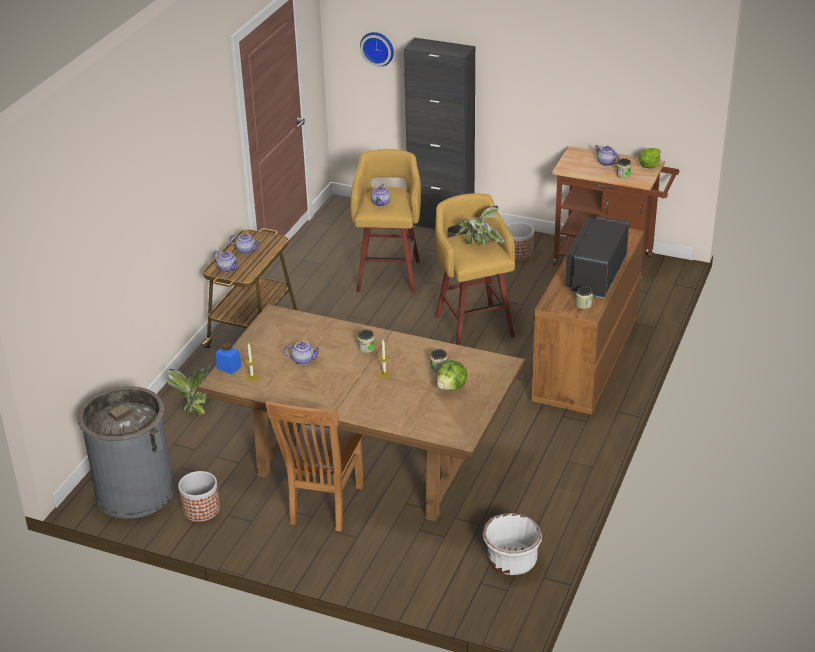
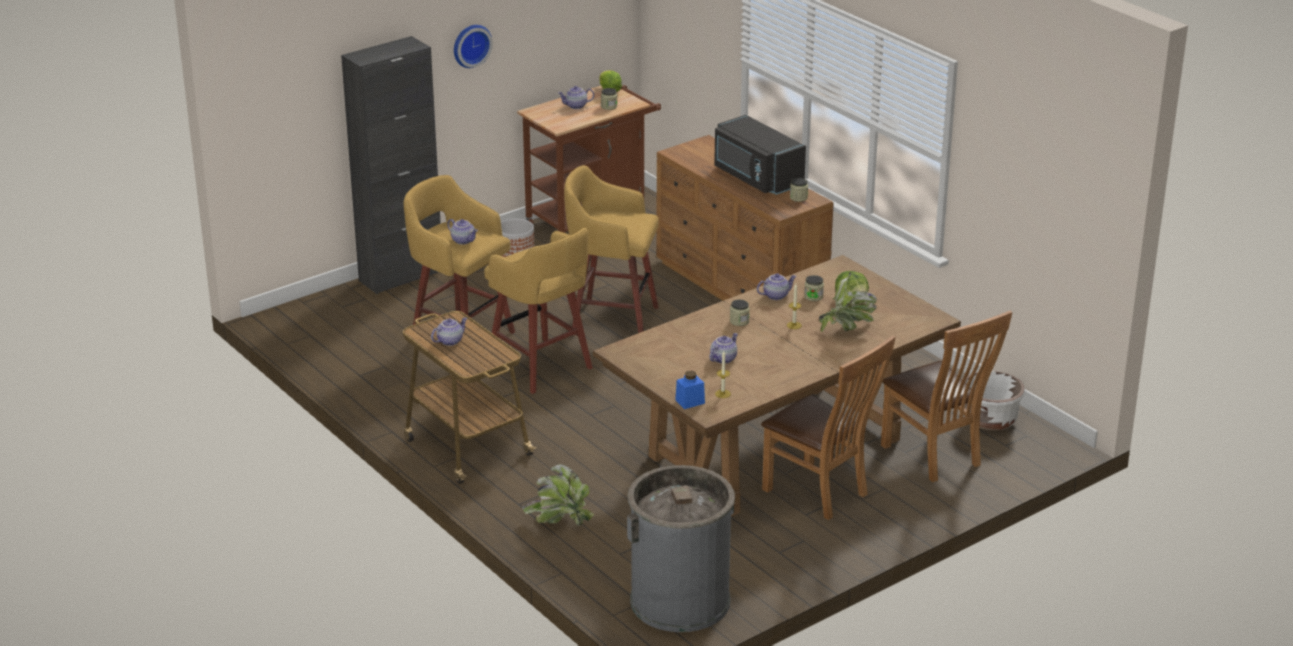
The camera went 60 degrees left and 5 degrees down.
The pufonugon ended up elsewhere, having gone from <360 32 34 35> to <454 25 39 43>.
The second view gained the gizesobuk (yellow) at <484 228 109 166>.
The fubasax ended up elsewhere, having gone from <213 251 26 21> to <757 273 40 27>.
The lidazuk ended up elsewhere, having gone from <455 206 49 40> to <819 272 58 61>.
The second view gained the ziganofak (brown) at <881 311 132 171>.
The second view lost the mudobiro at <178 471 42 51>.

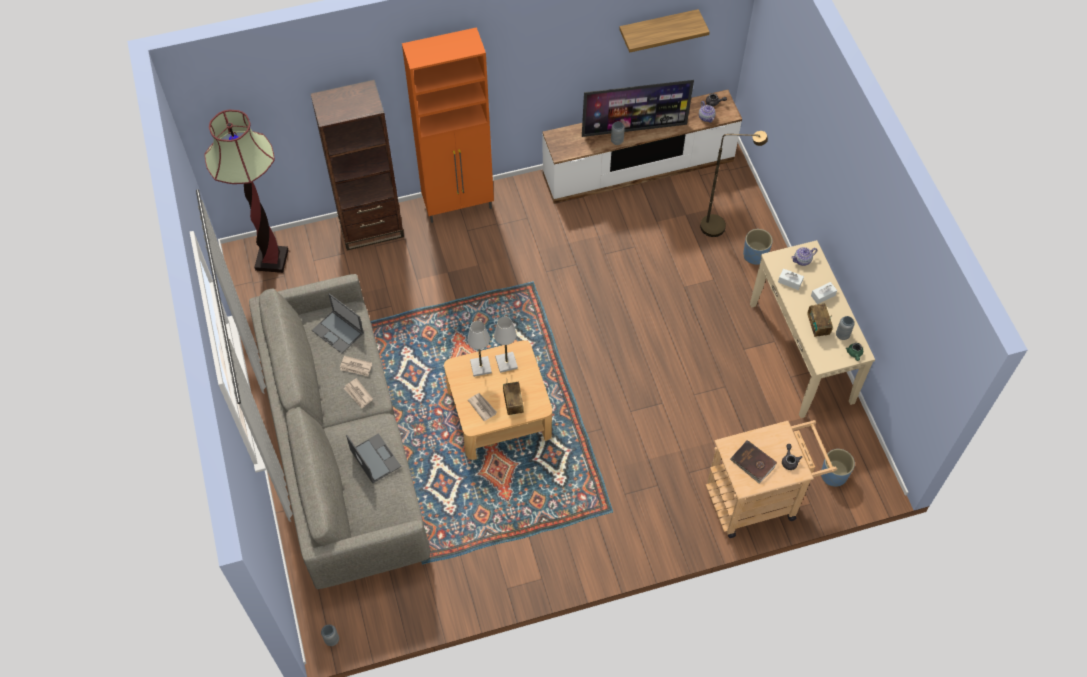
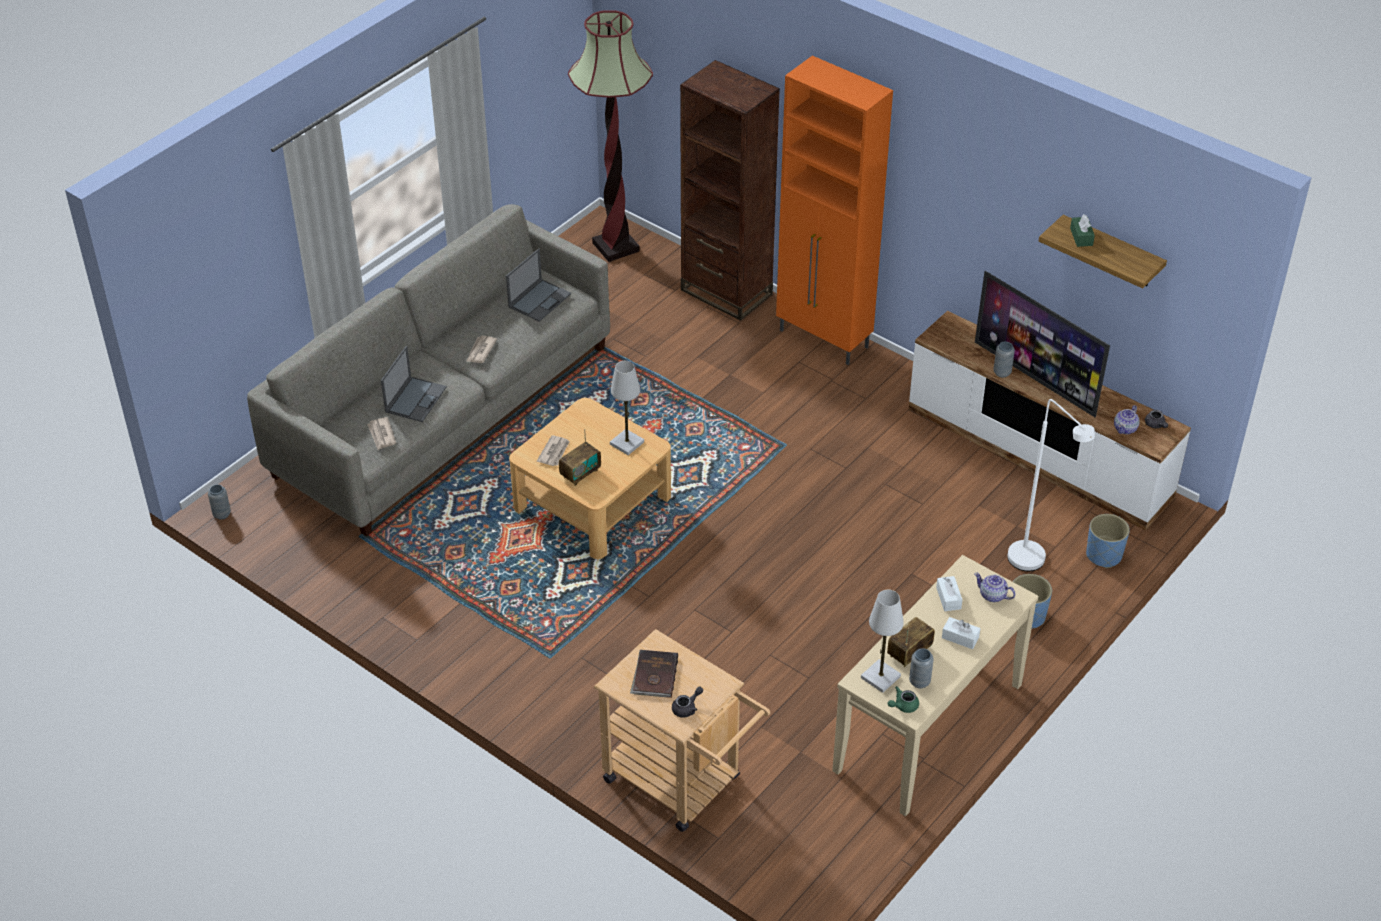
The camera went 55 degrees right and 15 degrees down.
The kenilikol ended up elsewhere, having gone from <340 356 32 20> to <367 417 29 33>.
The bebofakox at <312 293 52 61> ended up facing another way, 150 degrees counterclockwise from before.
The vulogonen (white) ended up elsewhere, having gone from <467 321 25 56> to <861 590 43 103>.
What was the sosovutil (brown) at <700 131 68 106> turned into the sosovutil (white) at <1007 399 88 172>.
The second view gained the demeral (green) at <1070 215 25 32>.
The mudobiro (blue) ended up elsewhere, having gone from <821 449 34 38> to <1086 514 44 54>.

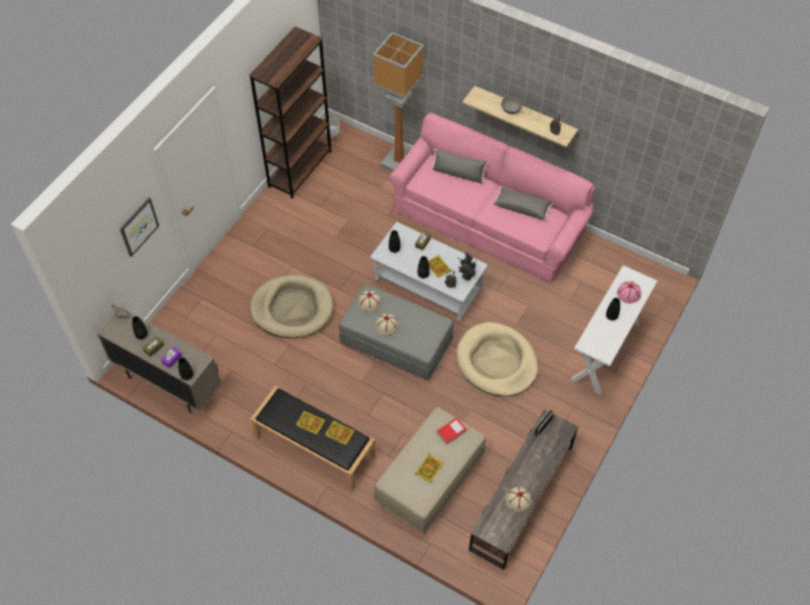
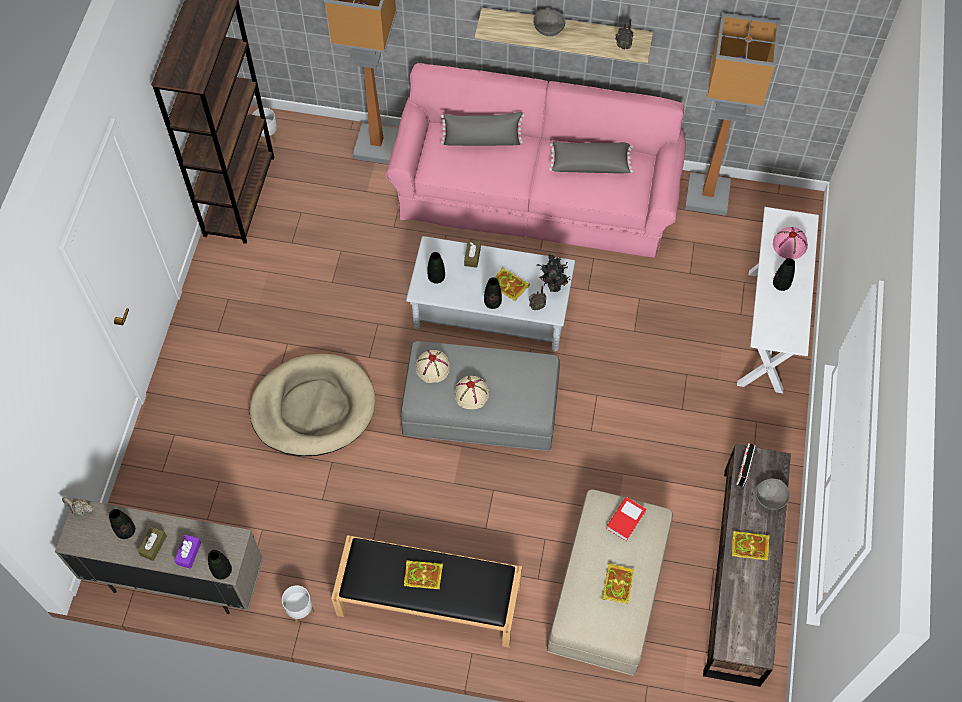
The camera went 20 degrees left and 5 degrees up.
The second view gained the mudobiro (white) at <282 585 32 39>.
The second view gained the sosovutil at <685 13 95 203>.
The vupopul ended up elsewhere, having gone from <325 420 30 25> to <732 530 38 31>.
The second view gained the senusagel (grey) at <755 478 35 32>.
The second view lost the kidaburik at <120 198 39 59>.
The second view lost the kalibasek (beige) at <456 322 82 75>.
The second view lost the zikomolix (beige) at <505 487 26 25>.

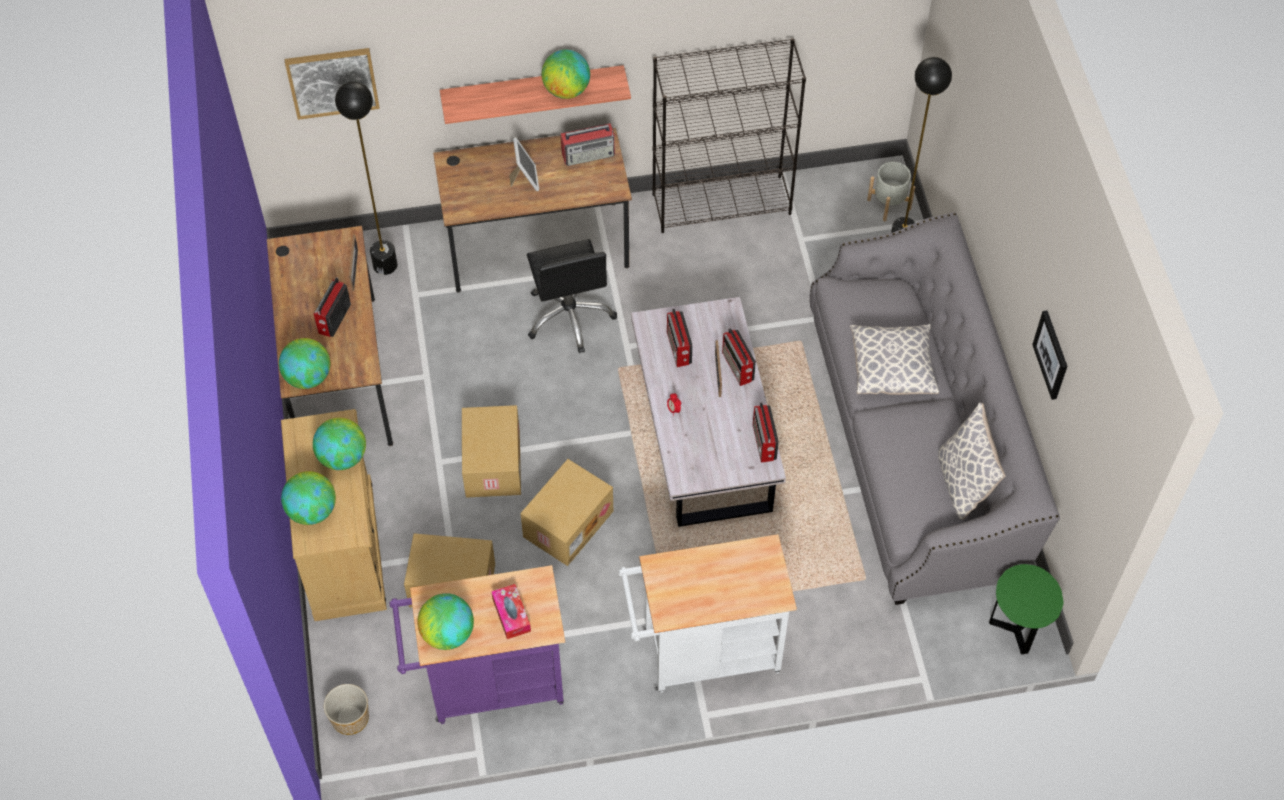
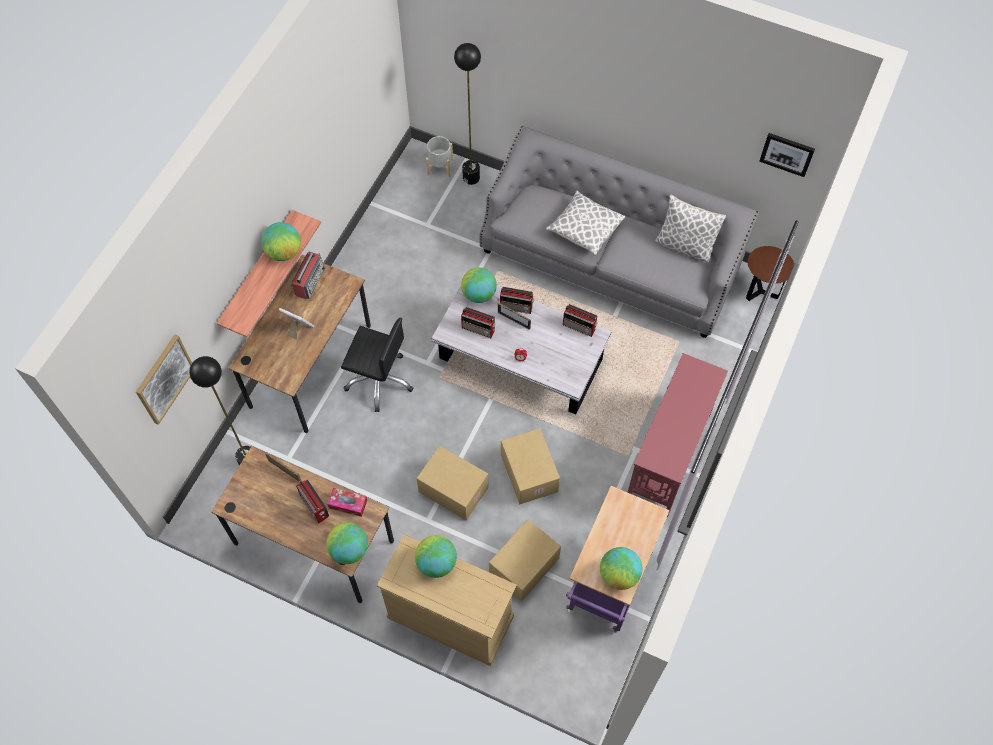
The camera went 55 degrees left and 5 degrees up.
The demeral ended up elsewhere, having gone from <491 584 40 55> to <327 488 40 29>.
The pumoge ended up elsewhere, having gone from <281 471 55 54> to <461 267 36 36>.
Where the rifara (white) stood at <619 534 178 159>, the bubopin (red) came to stand at <628 353 100 164>.
What was the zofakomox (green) at <989 564 75 90> turned into the zofakomox (brown) at <746 246 48 55>.
The kidaburik ended up elsewhere, having gone from <1032 311 35 89> to <759 133 56 44>.
The second view lost the mudobiro at <324 684 45 51>.
The second view lost the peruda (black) at <652 38 154 195>.

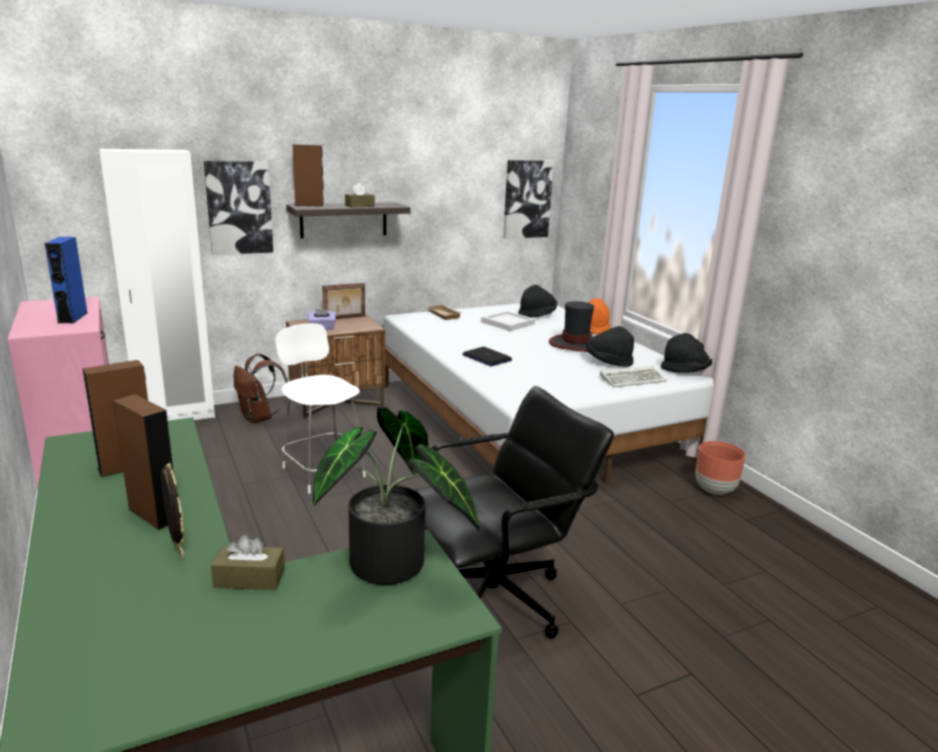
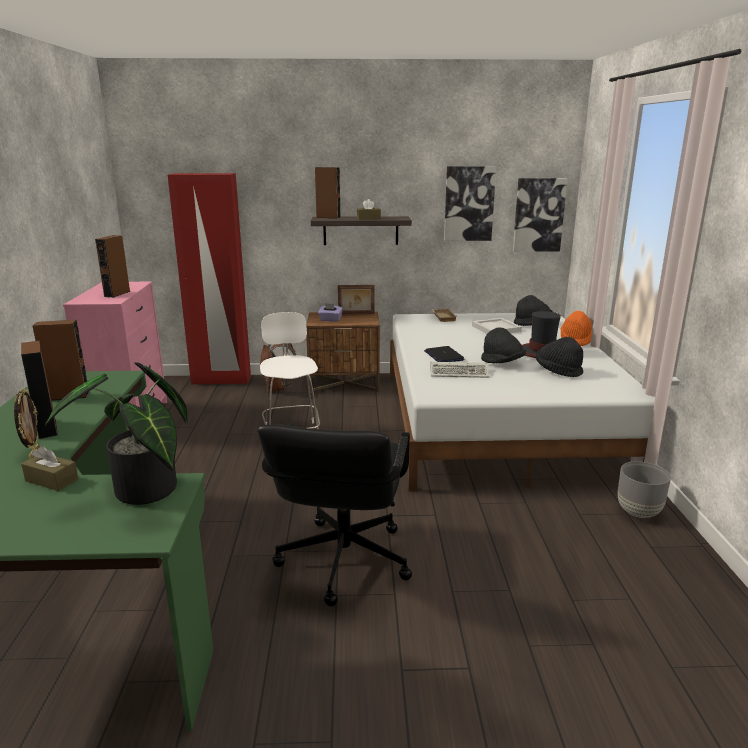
The camera went 25 degrees right and 0 degrees up.
What was the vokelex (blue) at <44 237 43 86> turned into the vokelex (brown) at <95 235 36 63>.
What was the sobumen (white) at <99 149 116 272> turned into the sobumen (red) at <168 173 83 212>.
The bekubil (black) at <415 386 199 252> ended up facing another way, 105 degrees clockwise from before.
The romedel ended up elsewhere, having gone from <600 366 67 21> to <430 362 60 16>.
The kidaburik ended up elsewhere, having gone from <204 161 69 94> to <444 166 52 75>.
The zikomolix (black) ended up elsewhere, having gone from <661 333 51 40> to <481 328 45 36>.
What was the mudobiro (brown) at <695 441 51 54> turned into the mudobiro (grey) at <617 461 54 57>.

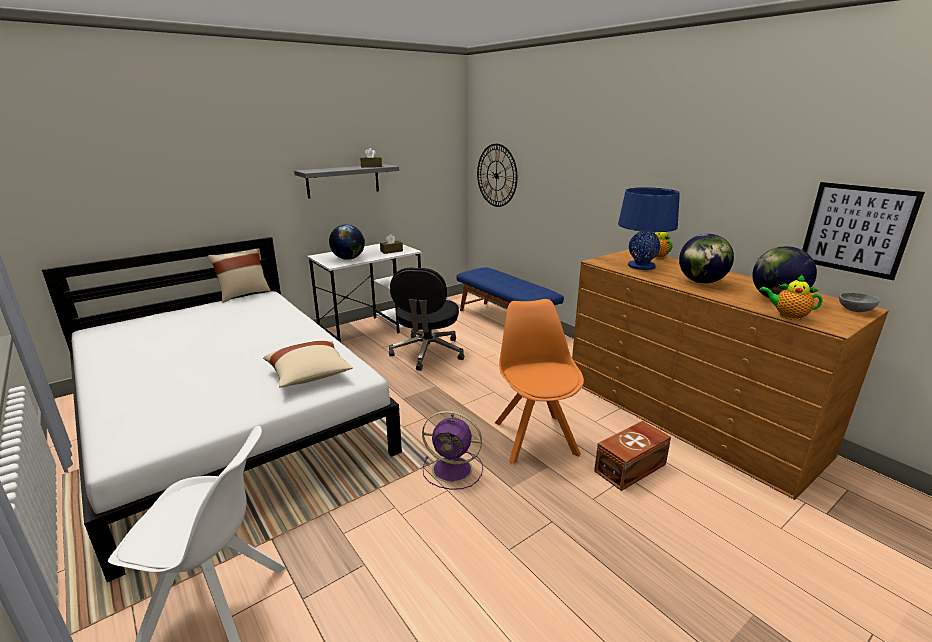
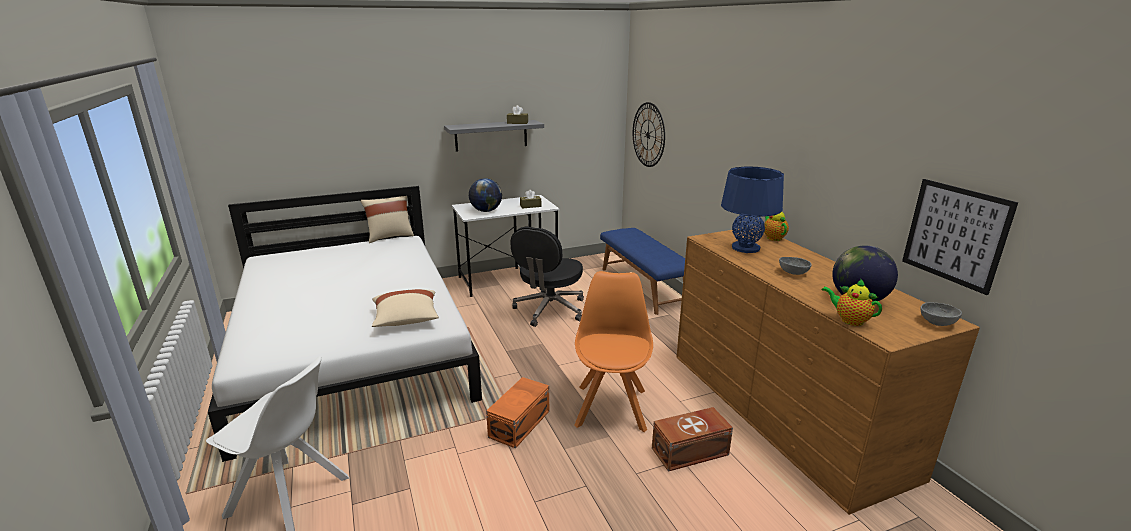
The camera went 15 degrees right and 0 degrees up.
Where the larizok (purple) stood at <422 411 61 79>, the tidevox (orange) came to stand at <486 377 63 72>.
Where the pumoge stood at <679 234 55 50>, the senusagel (grey) came to stand at <779 257 33 18>.

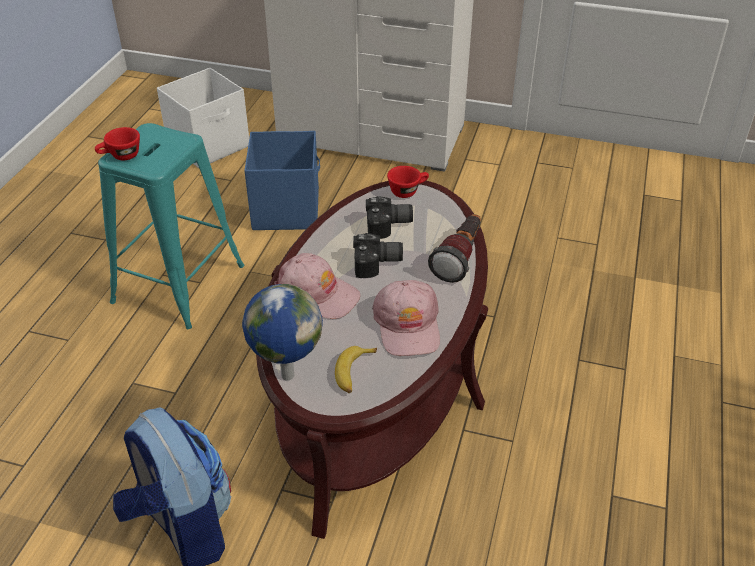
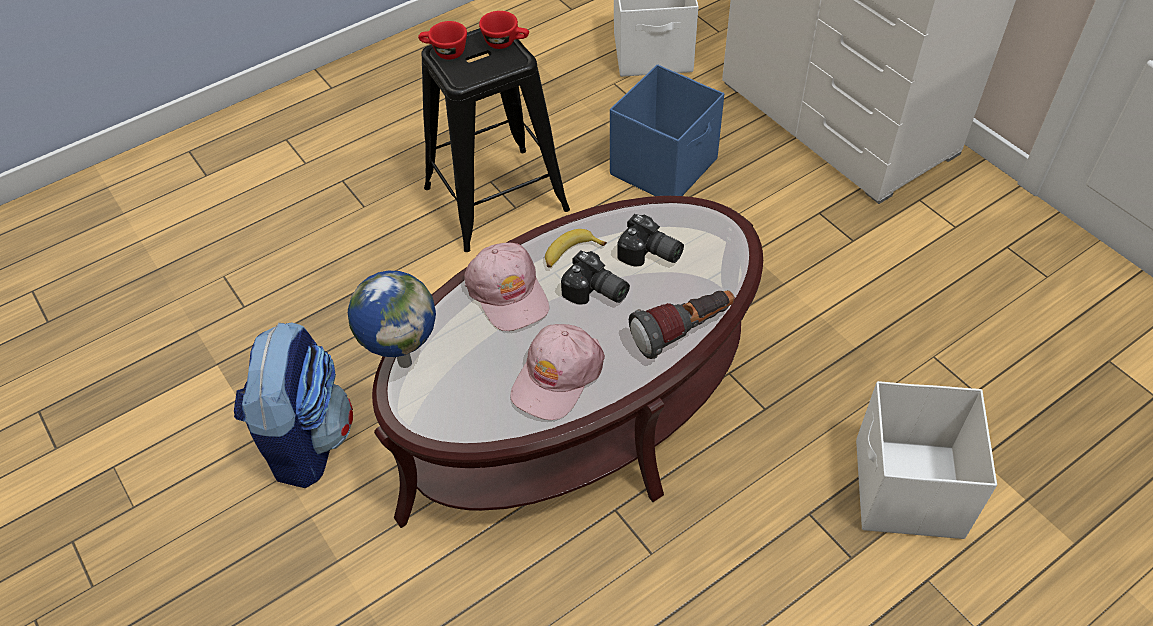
The camera went 40 degrees right and 10 degrees up.
What was the gizesobuk (turquoise) at <98 123 146 206> turned into the gizesobuk (black) at <421 28 149 224>.
The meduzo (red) ended up elsewhere, having gone from <387 166 42 32> to <479 11 50 38>.
The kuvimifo ended up elsewhere, having gone from <335 346 42 47> to <545 229 62 39>.
The second view gained the tidevox (white) at <856 381 141 158>.

